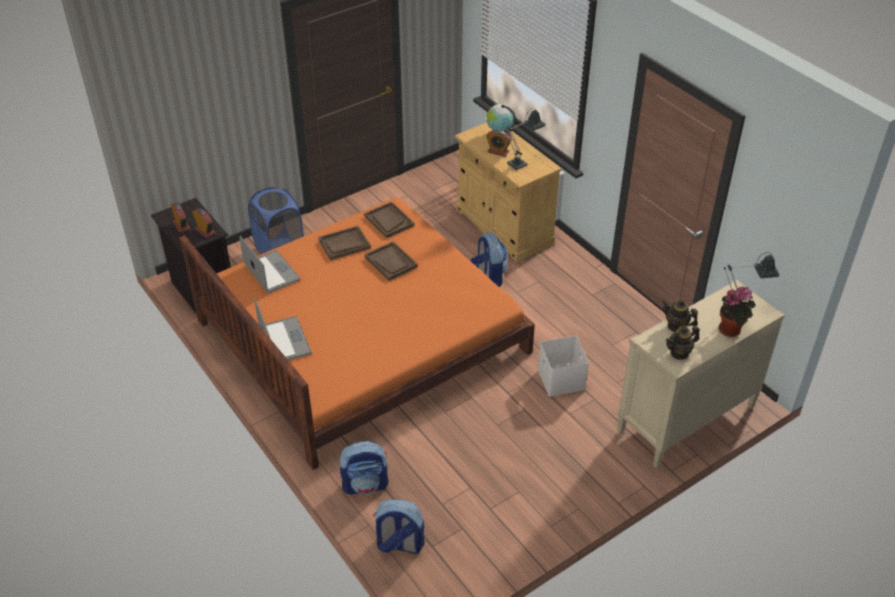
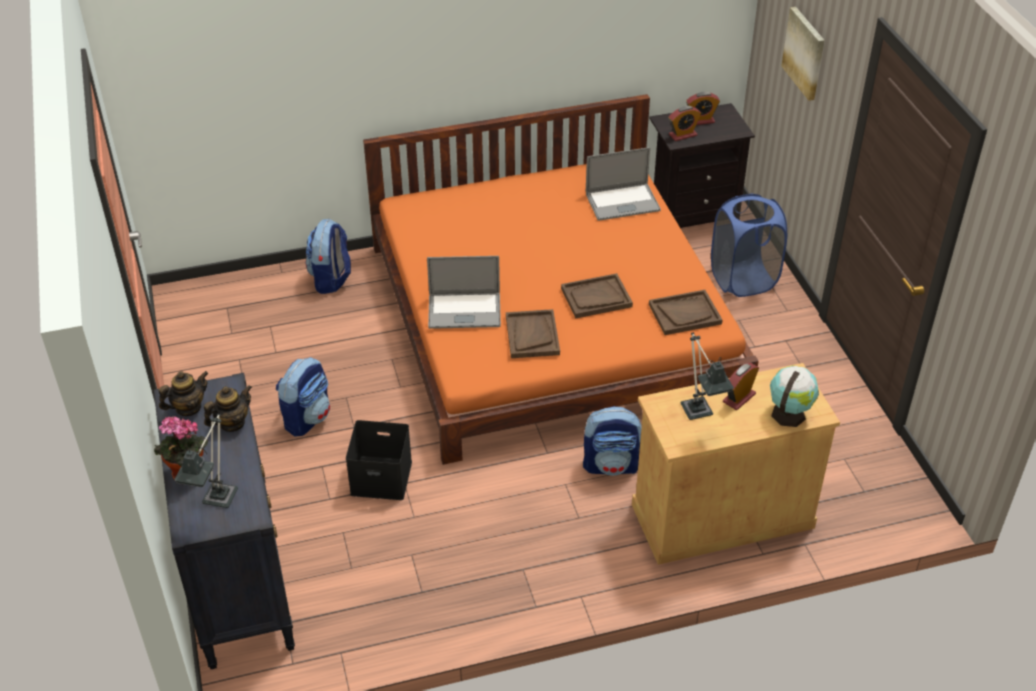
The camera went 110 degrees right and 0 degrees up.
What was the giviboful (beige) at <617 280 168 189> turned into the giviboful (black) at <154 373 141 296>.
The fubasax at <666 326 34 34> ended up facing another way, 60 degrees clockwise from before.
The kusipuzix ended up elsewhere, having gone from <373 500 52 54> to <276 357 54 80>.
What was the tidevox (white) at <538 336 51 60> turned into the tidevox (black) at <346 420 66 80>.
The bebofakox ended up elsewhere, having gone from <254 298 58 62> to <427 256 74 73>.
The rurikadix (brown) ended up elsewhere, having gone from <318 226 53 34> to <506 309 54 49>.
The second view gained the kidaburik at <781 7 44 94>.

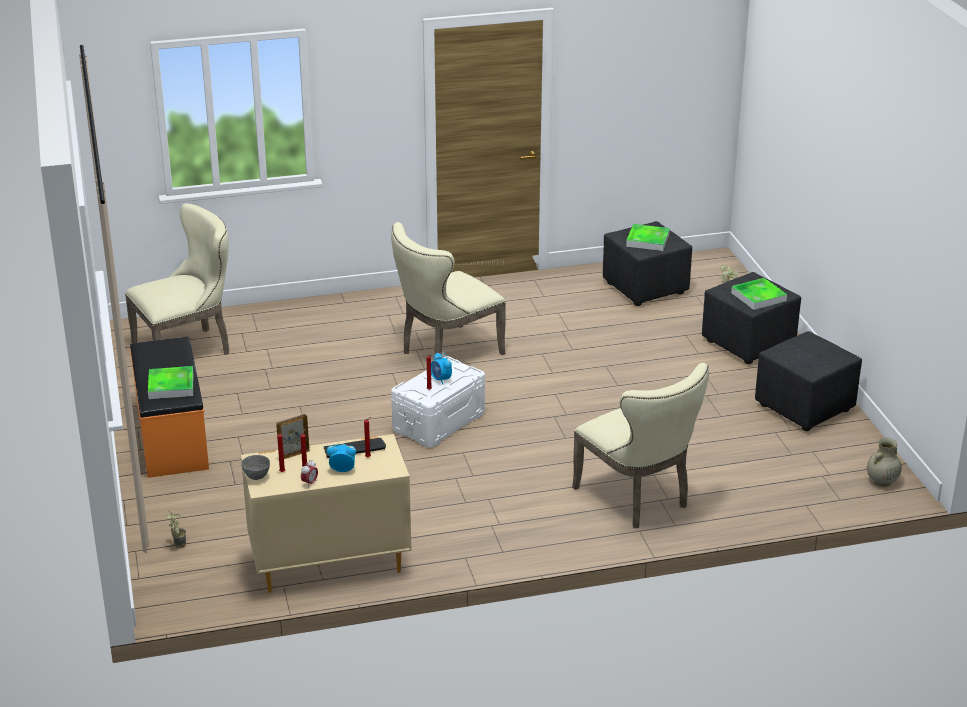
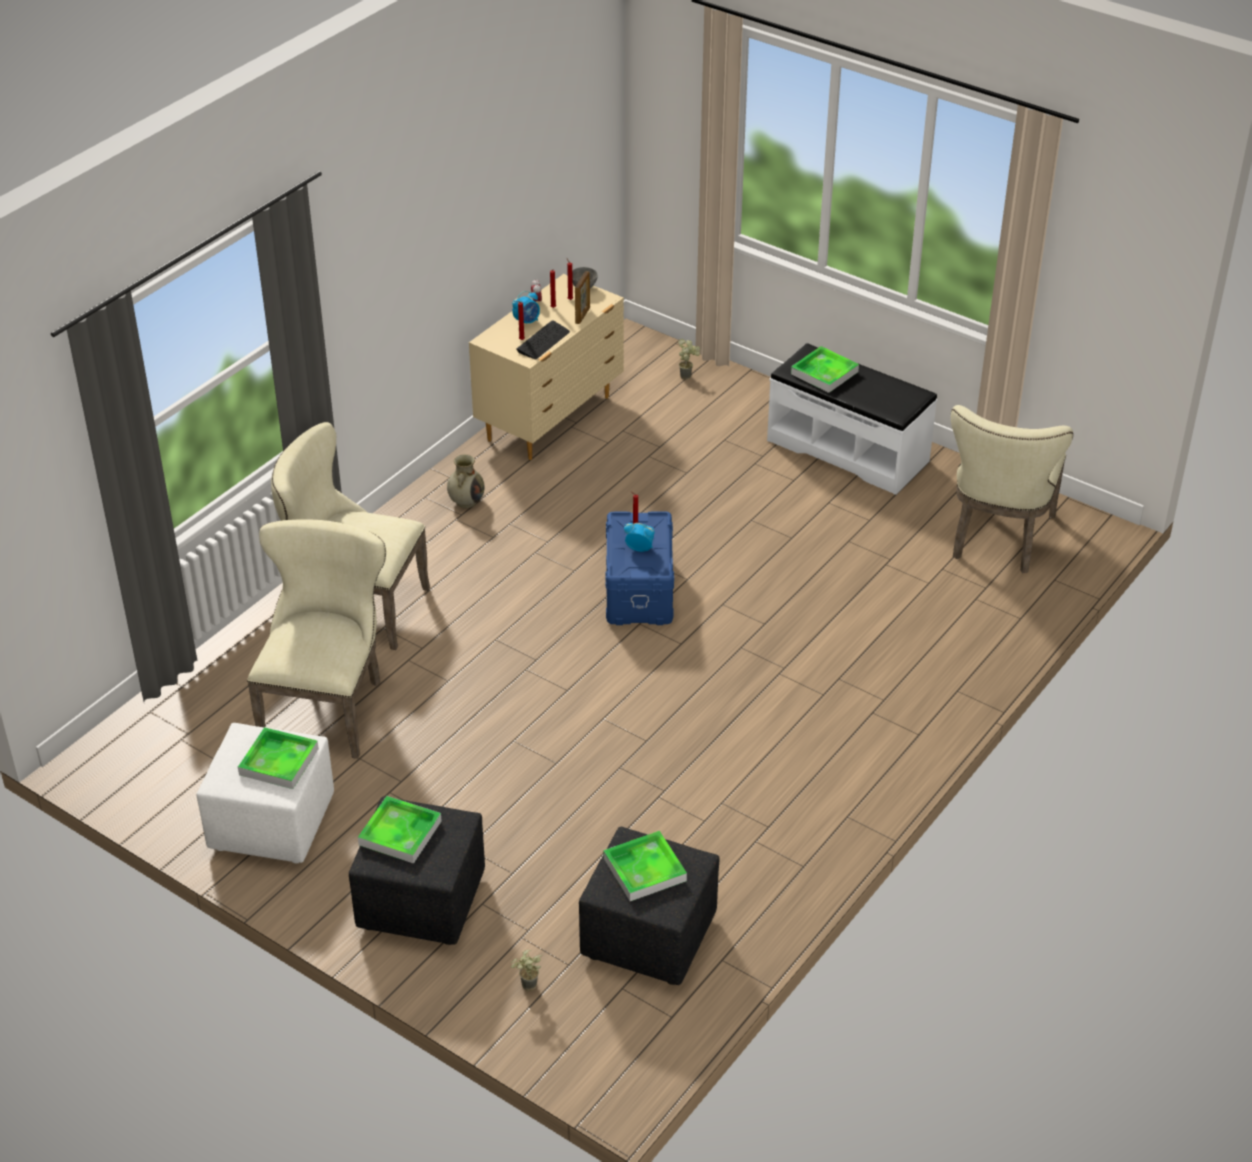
The camera went 140 degrees right and 10 degrees up.
What was the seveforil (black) at <755 331 107 100> turned into the seveforil (white) at <196 723 138 140>.
The second view gained the rurikadix at <238 727 81 62>.
The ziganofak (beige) ended up elsewhere, having gone from <391 222 115 137> to <247 520 139 239>.
The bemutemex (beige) ended up elsewhere, having gone from <867 438 35 49> to <447 454 38 54>.
What was the tidevox (white) at <391 356 94 92> turned into the tidevox (blue) at <606 512 68 113>.
What was the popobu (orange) at <130 337 79 141> turned into the popobu (white) at <767 343 170 152>.

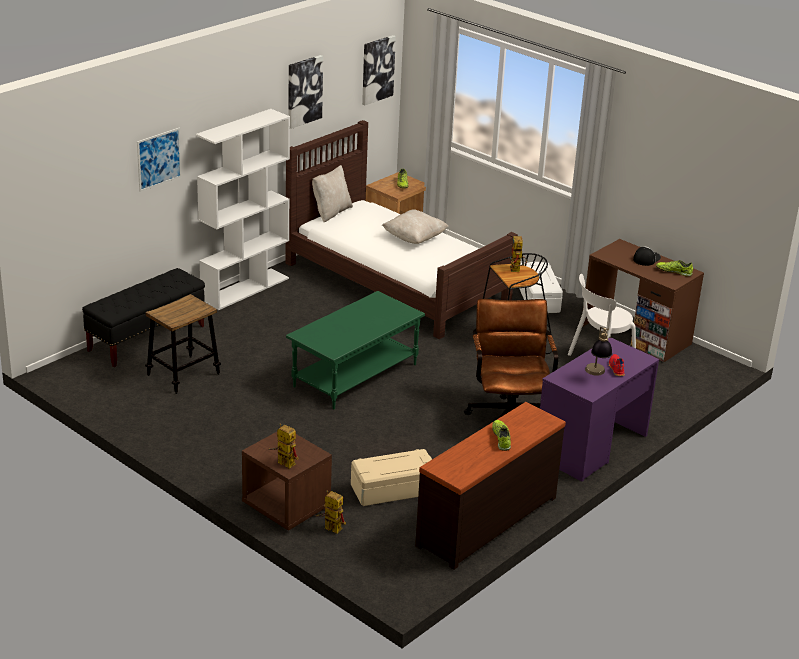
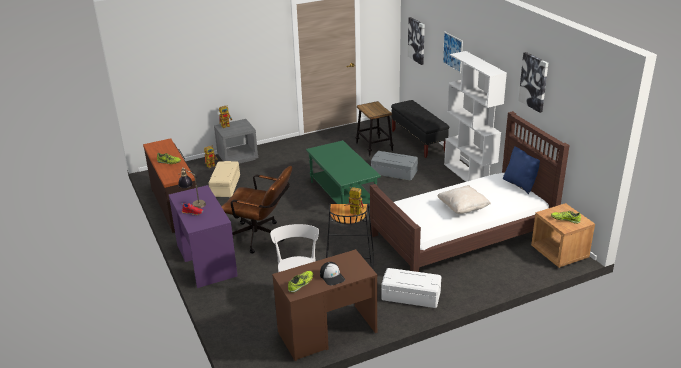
The camera went 115 degrees right and 0 degrees up.
What was the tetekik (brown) at <242 432 90 99> turned into the tetekik (grey) at <214 119 44 45>.
The second view gained the tidevox (grey) at <371 151 47 30>.
The kidaburik ended up elsewhere, having gone from <362 35 34 70> to <408 17 17 48>.
What was the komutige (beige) at <312 165 41 57> turned into the komutige (blue) at <503 146 37 48>.

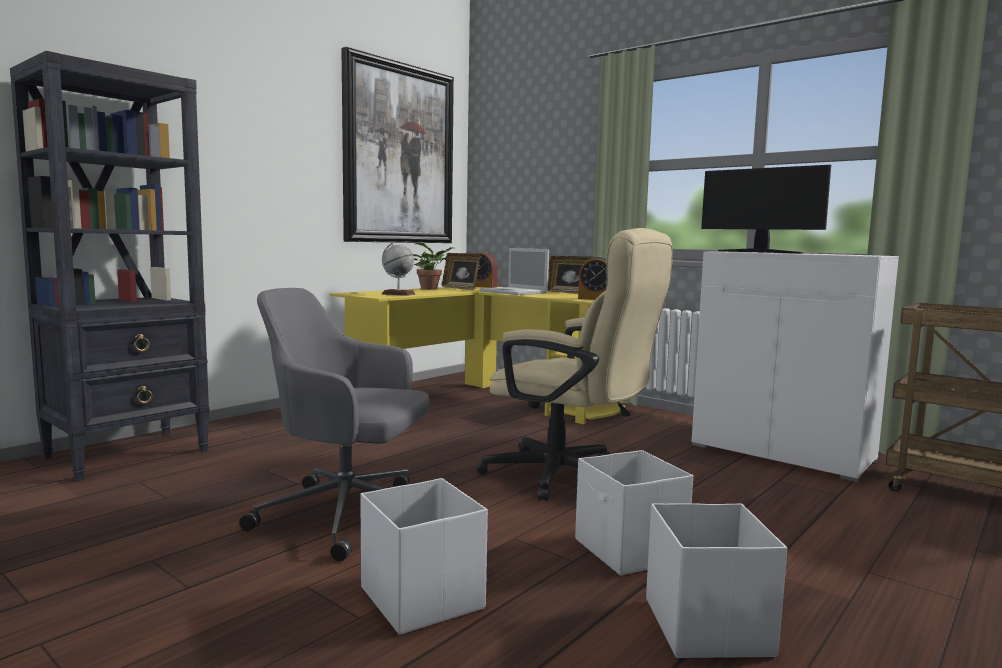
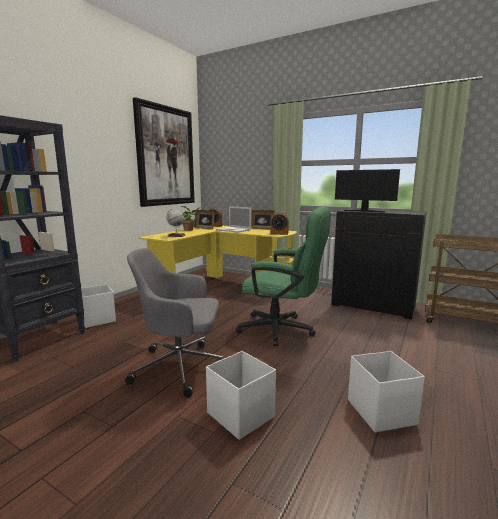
The camera went 10 degrees left and 5 degrees up.
The tidevox (white) ended up elsewhere, having gone from <575 450 118 126> to <81 284 35 44>.
What was the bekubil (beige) at <476 228 197 273> turned into the bekubil (green) at <235 207 96 139>.
What was the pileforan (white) at <691 251 208 231> turned into the pileforan (black) at <331 208 96 112>.

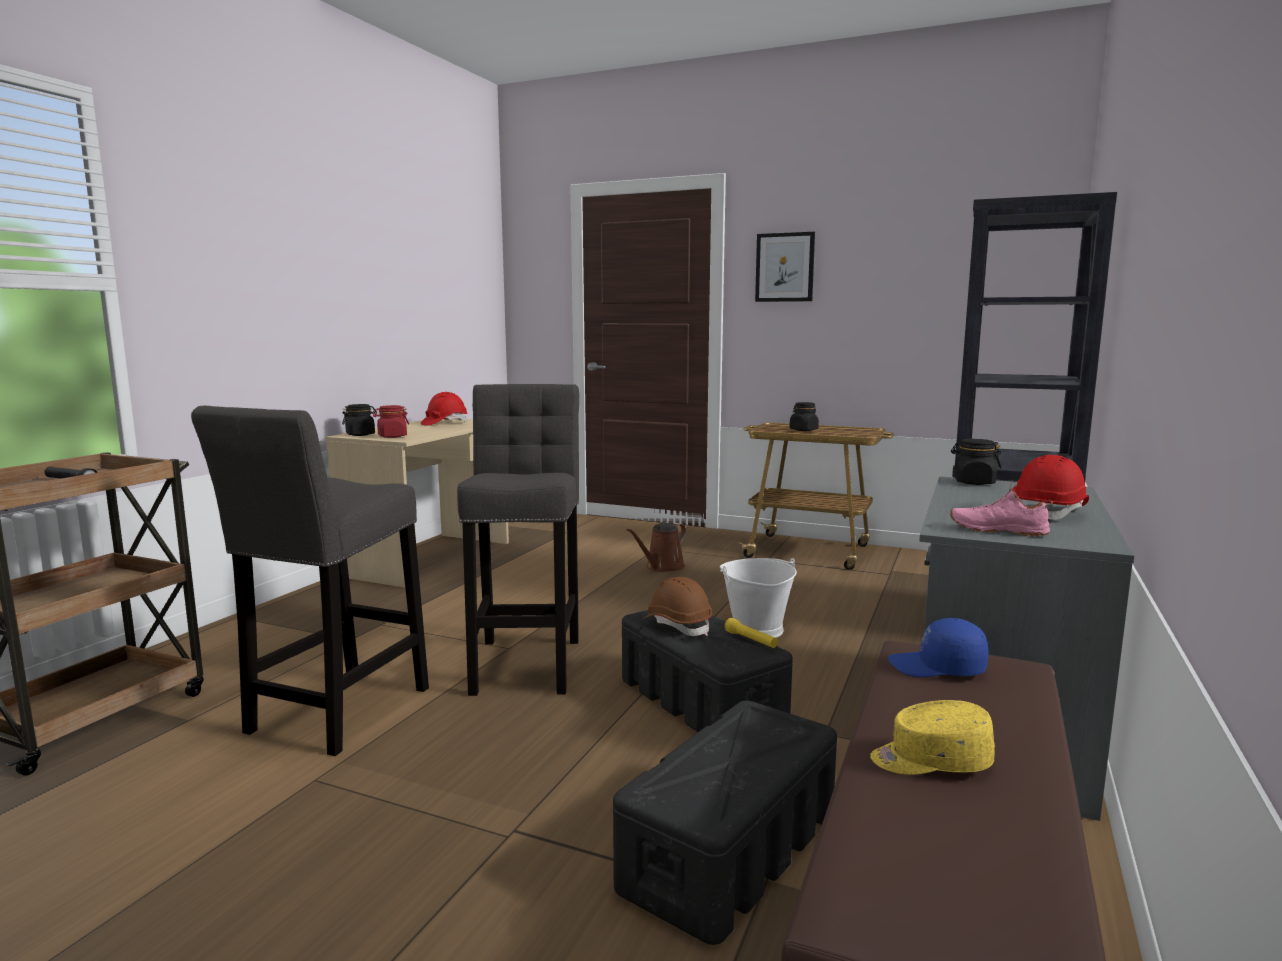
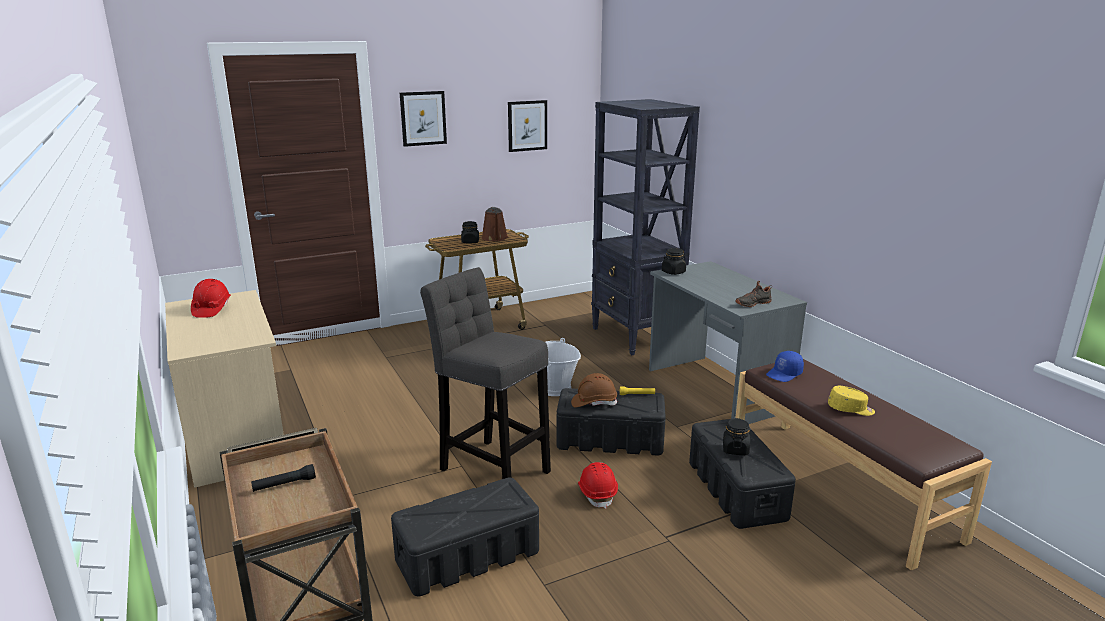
The camera went 50 degrees left and 10 degrees up.
Where the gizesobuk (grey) stood at <191 406 238 350>, the tidevox (black) came to stand at <391 477 148 119>.
The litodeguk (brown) ended up elsewhere, having gone from <627 523 59 49> to <482 207 26 34>.
The second view gained the kidaburik at <508 100 39 52>.
The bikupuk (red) ended up elsewhere, having gone from <1013 455 76 65> to <578 462 40 47>.
The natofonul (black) ended up elsewhere, having gone from <342 404 35 32> to <723 419 27 36>.
What was the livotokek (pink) at <950 482 103 55> turned into the livotokek (black) at <735 281 37 26>.
The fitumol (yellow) at <870 700 125 75> ended up facing another way, 120 degrees counterclockwise from before.
The second view lost the natofonul (red) at <373 405 36 33>.

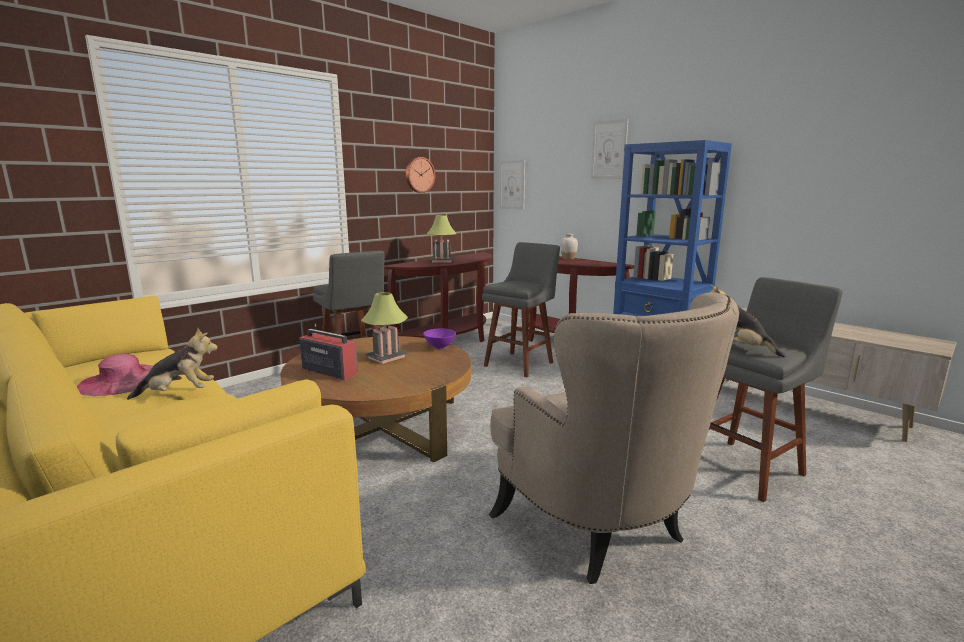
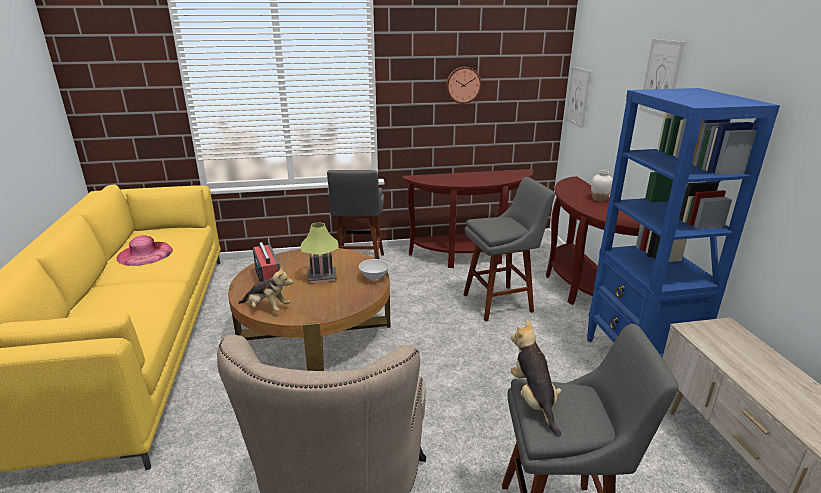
The camera went 35 degrees right and 10 degrees up.
The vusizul ended up elsewhere, having gone from <127 328 91 72> to <238 266 55 45>.
What was the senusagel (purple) at <423 328 33 21> turned into the senusagel (white) at <359 259 30 21>.
The second view lost the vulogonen at <427 215 29 48>.

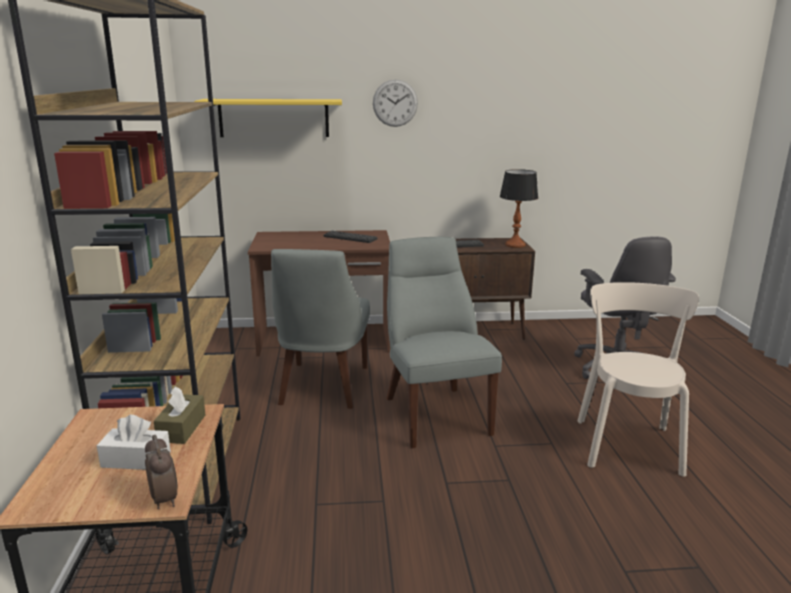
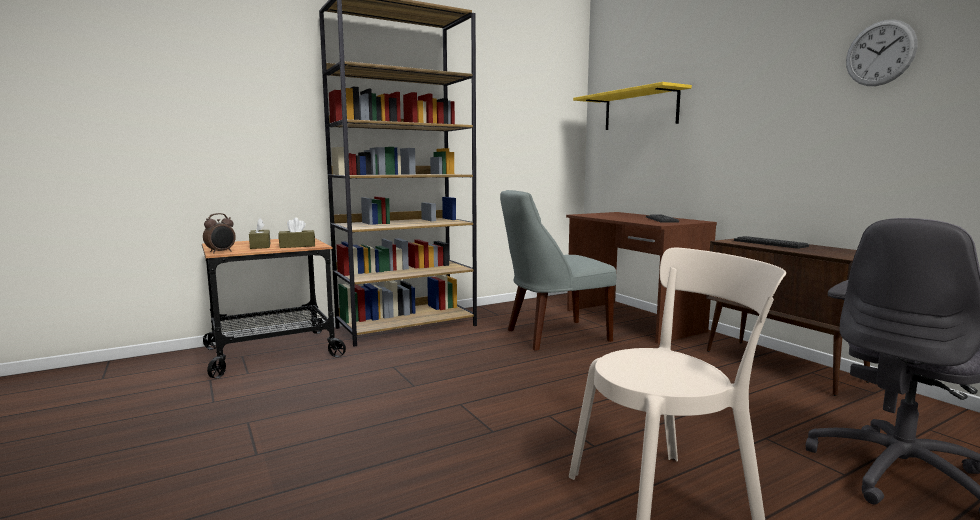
The camera went 65 degrees right and 10 degrees down.
What was the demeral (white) at <97 415 74 55> turned into the demeral (brown) at <249 218 21 31>.
The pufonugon ended up elsewhere, having gone from <373 79 45 48> to <846 19 71 67>.
The second view lost the ziganofak (grey) at <386 237 116 211>.
The second view lost the vulogonen at <500 169 38 79>.

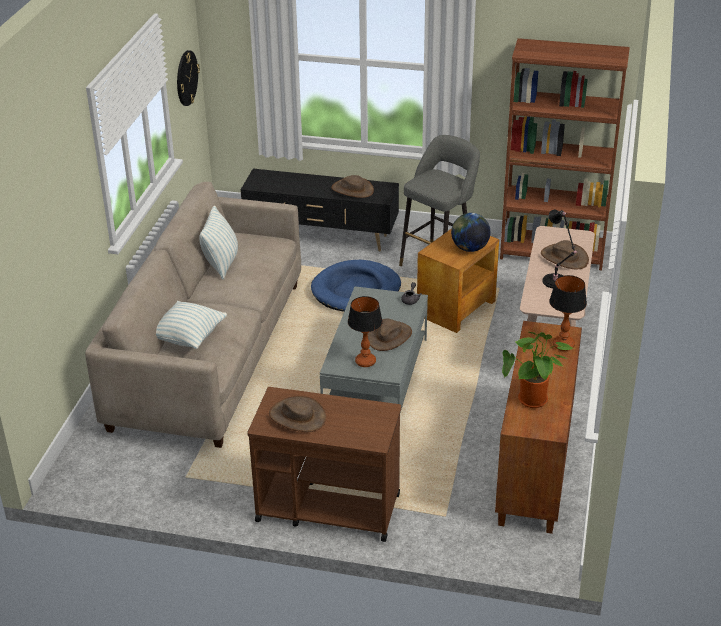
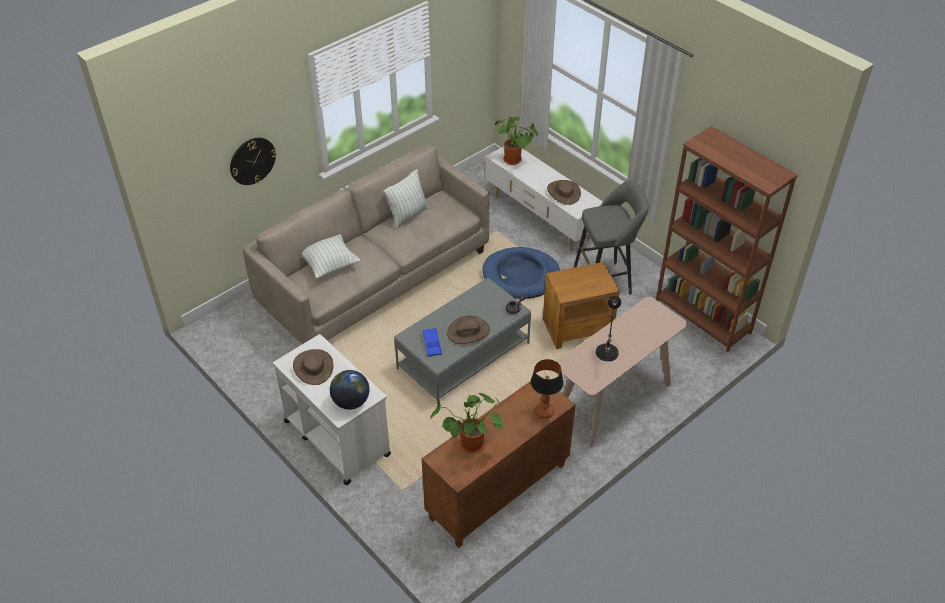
The camera went 35 degrees right and 10 degrees up.
The pufonugon ended up elsewhere, having gone from <177 50 23 56> to <230 138 46 47>.
What was the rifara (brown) at <247 387 154 155> turned into the rifara (white) at <273 334 118 151>.
The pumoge ended up elsewhere, having gone from <451 213 39 39> to <330 370 39 40>.
Where the vulogonen stood at <348 296 35 71>, the rurikadix (blue) came to stand at <423 328 19 28>.
What was the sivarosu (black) at <241 169 158 83> turned into the sivarosu (white) at <485 146 118 105>.
The second view gained the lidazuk at <495 116 43 49>.
The second view lost the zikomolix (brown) at <541 240 48 29>.

